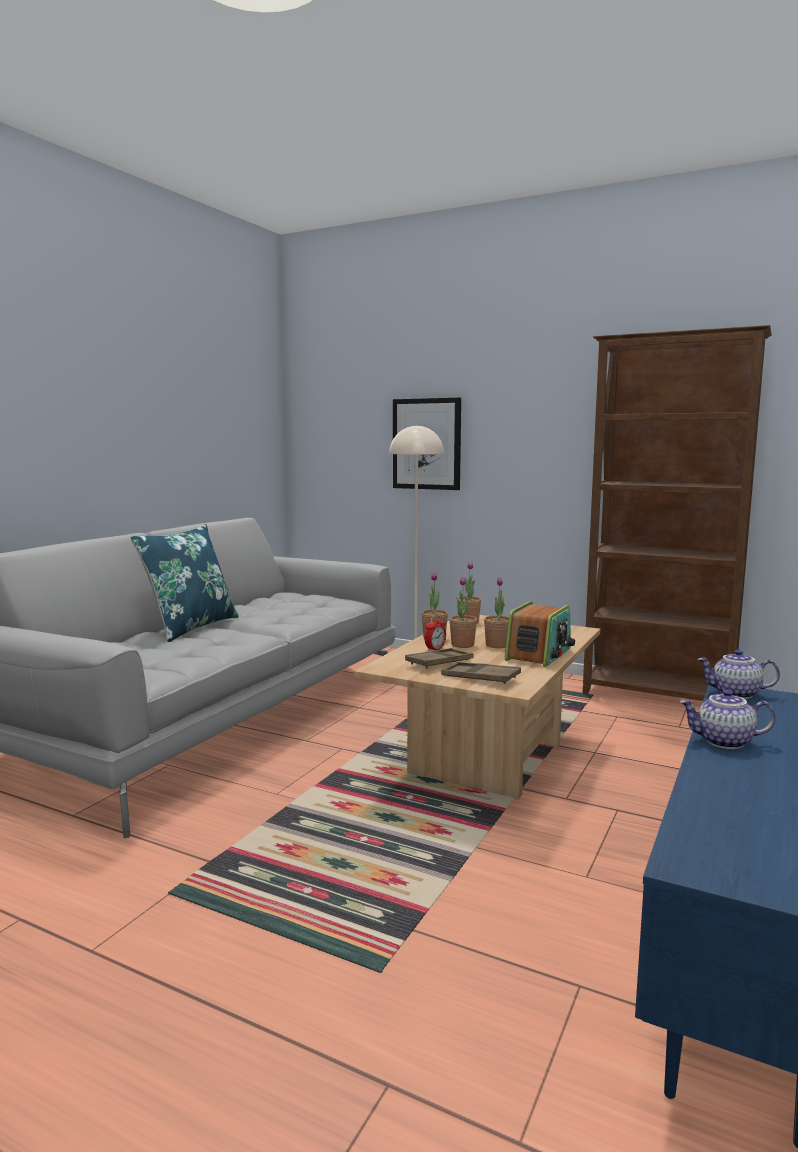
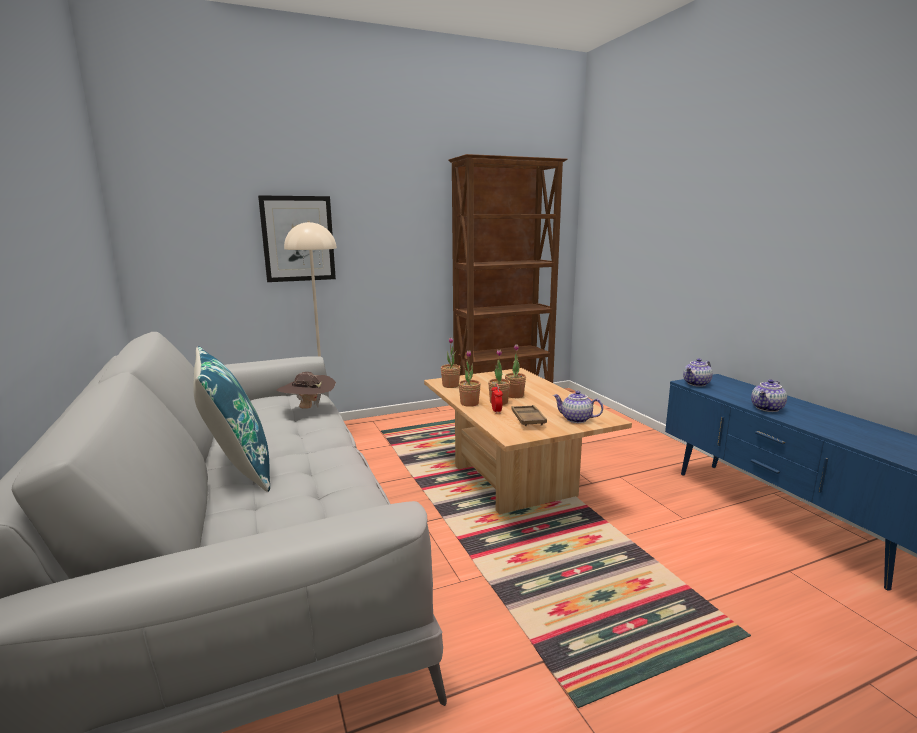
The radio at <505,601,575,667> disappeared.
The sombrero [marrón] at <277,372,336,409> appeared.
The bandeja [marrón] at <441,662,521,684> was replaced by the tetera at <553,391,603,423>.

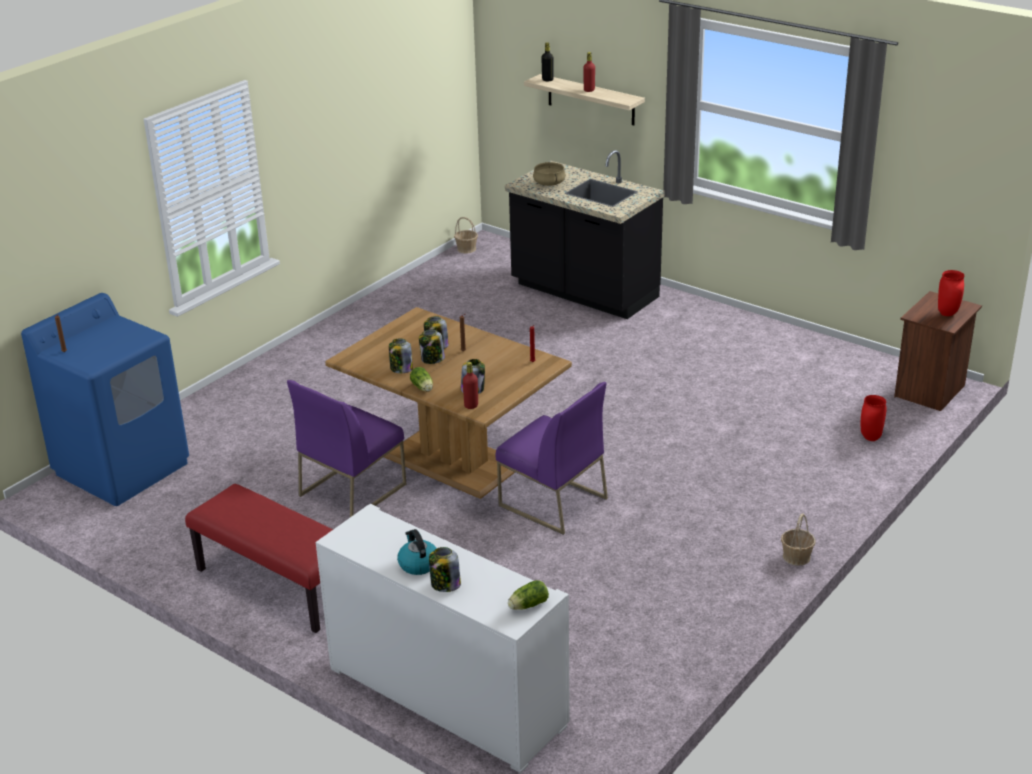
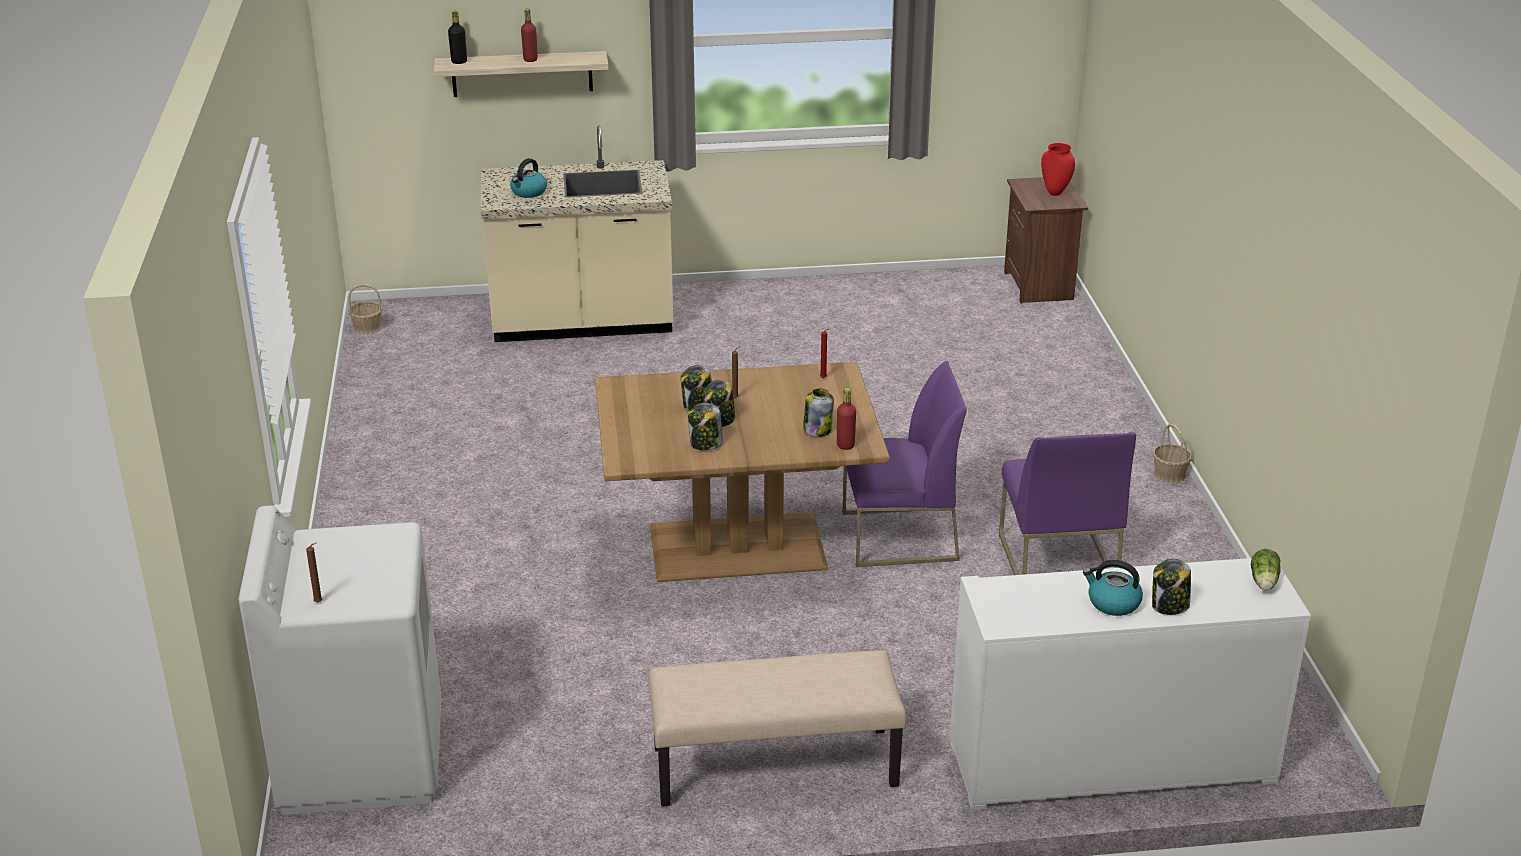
The lechuga at <410,367,433,392> disappeared.
The florero [rojo] at <861,395,887,441> disappeared.
The silla [morado] moved from <287,380,406,517> to <999,432,1136,575>.
The olla [beis] at <533,162,566,186> was replaced by the hervidor at <510,158,547,198>.
The lavadora [azul] at <21,293,189,506> became the lavadora [blanco] at <239,505,441,815>.
The banco [rojo] at <185,484,333,633> became the banco [beis] at <648,650,906,806>.
The mueble bajo de cocina [negro] at <505,150,665,319> became the mueble bajo de cocina [beis] at <481,126,674,342>.

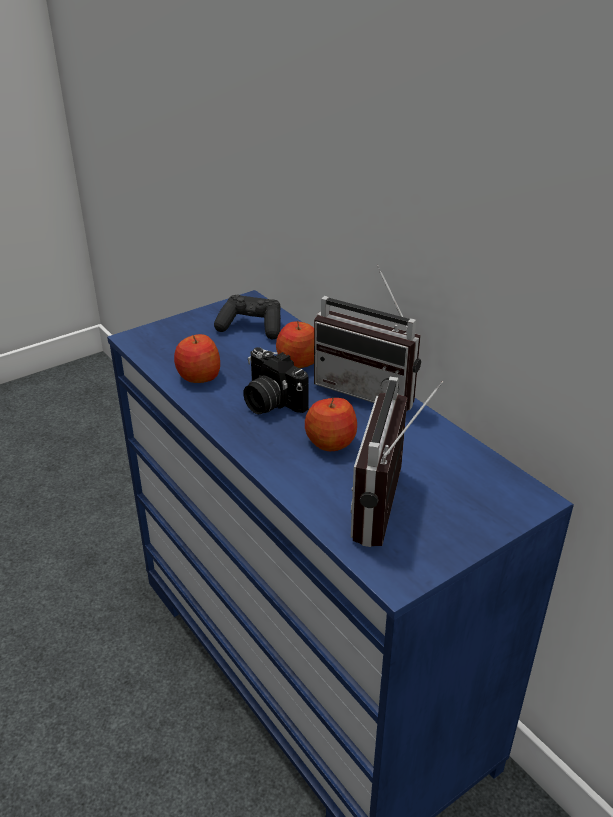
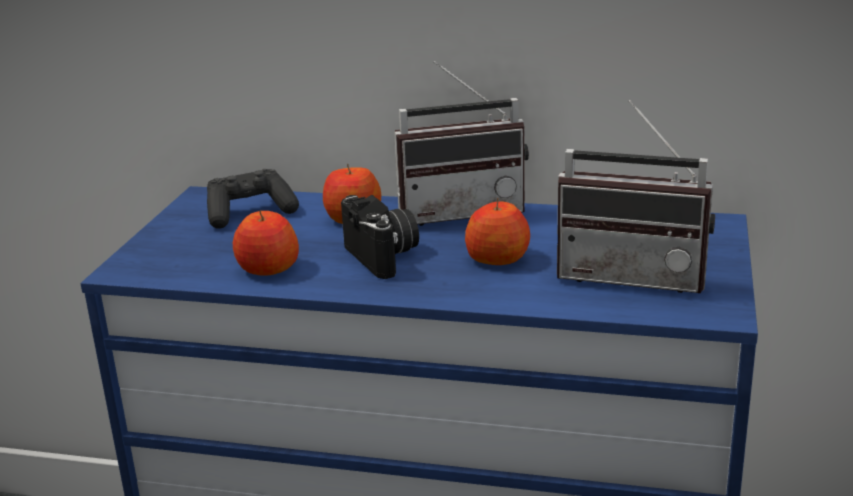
The cámara at <243,347,309,414> turned 120 degrees counterclockwise.
The radio at <351,377,443,547> turned 45 degrees counterclockwise.

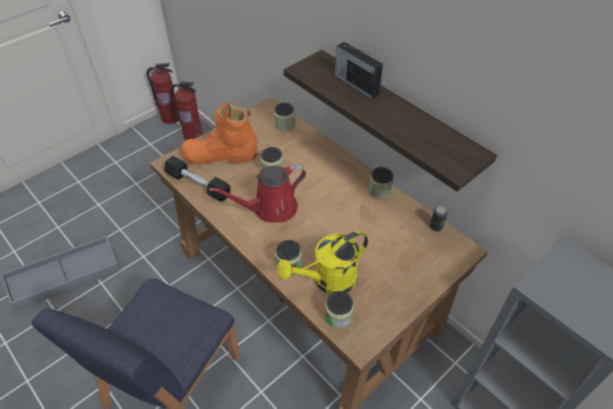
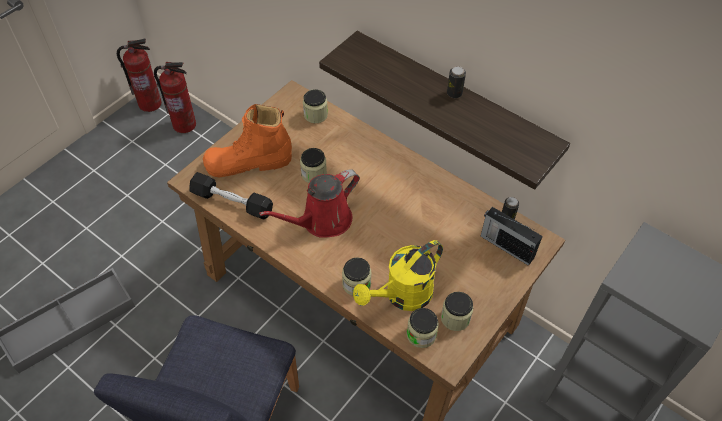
The lata at <447,66,466,98> appeared.
The radio moved from <335,42,383,99> to <481,207,543,266>.
The tarro moved from <368,167,394,199> to <441,292,473,331>.

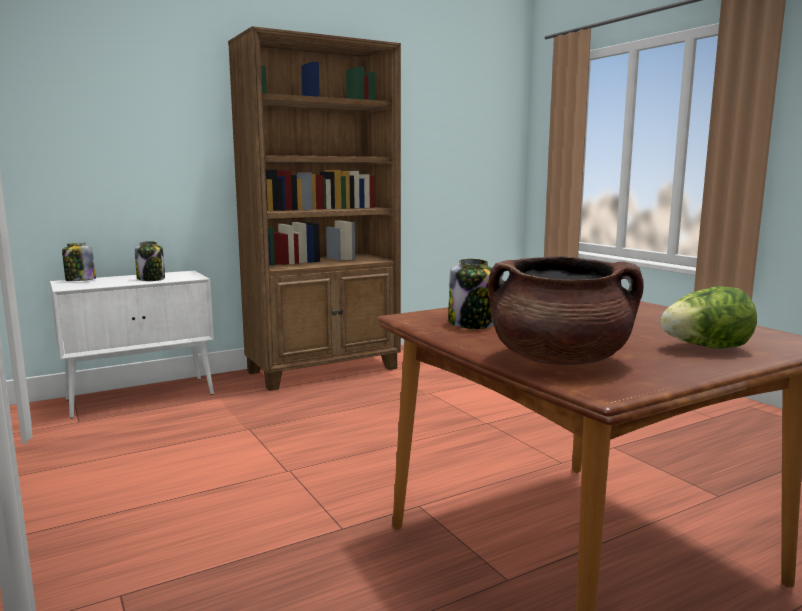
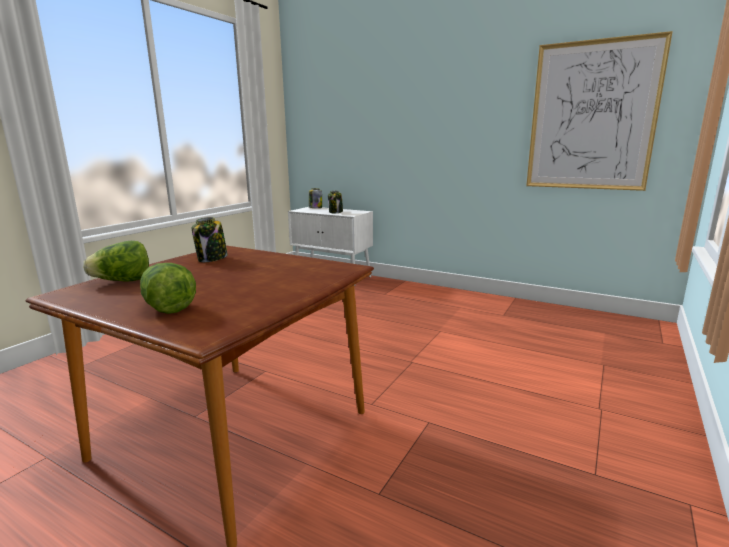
The estantería [marrón] at <228,26,401,391> disappeared.
The cuadro at <526,31,673,191> appeared.
The olla [marrón] at <488,256,644,365> was replaced by the lechuga at <83,241,149,282>.

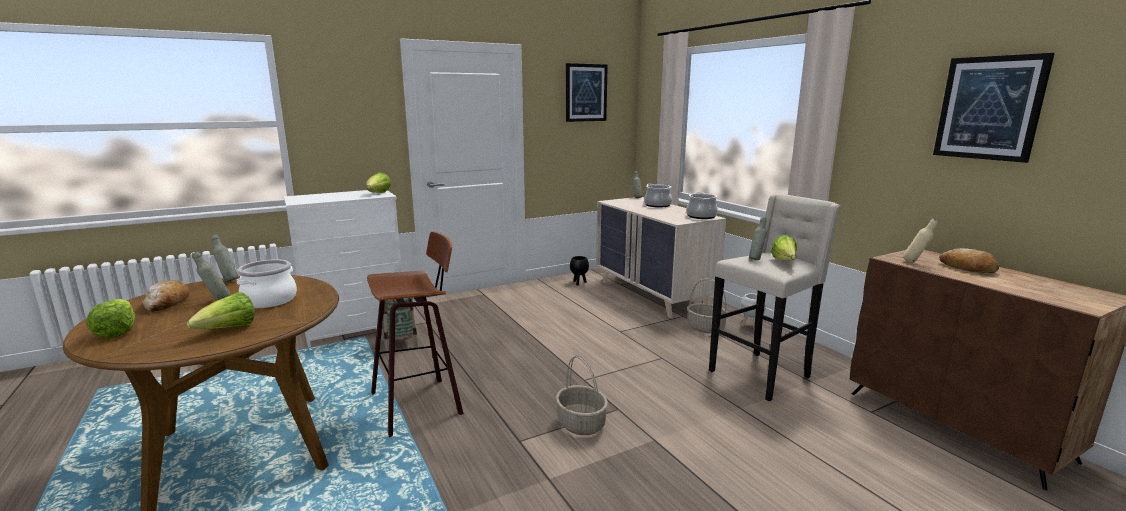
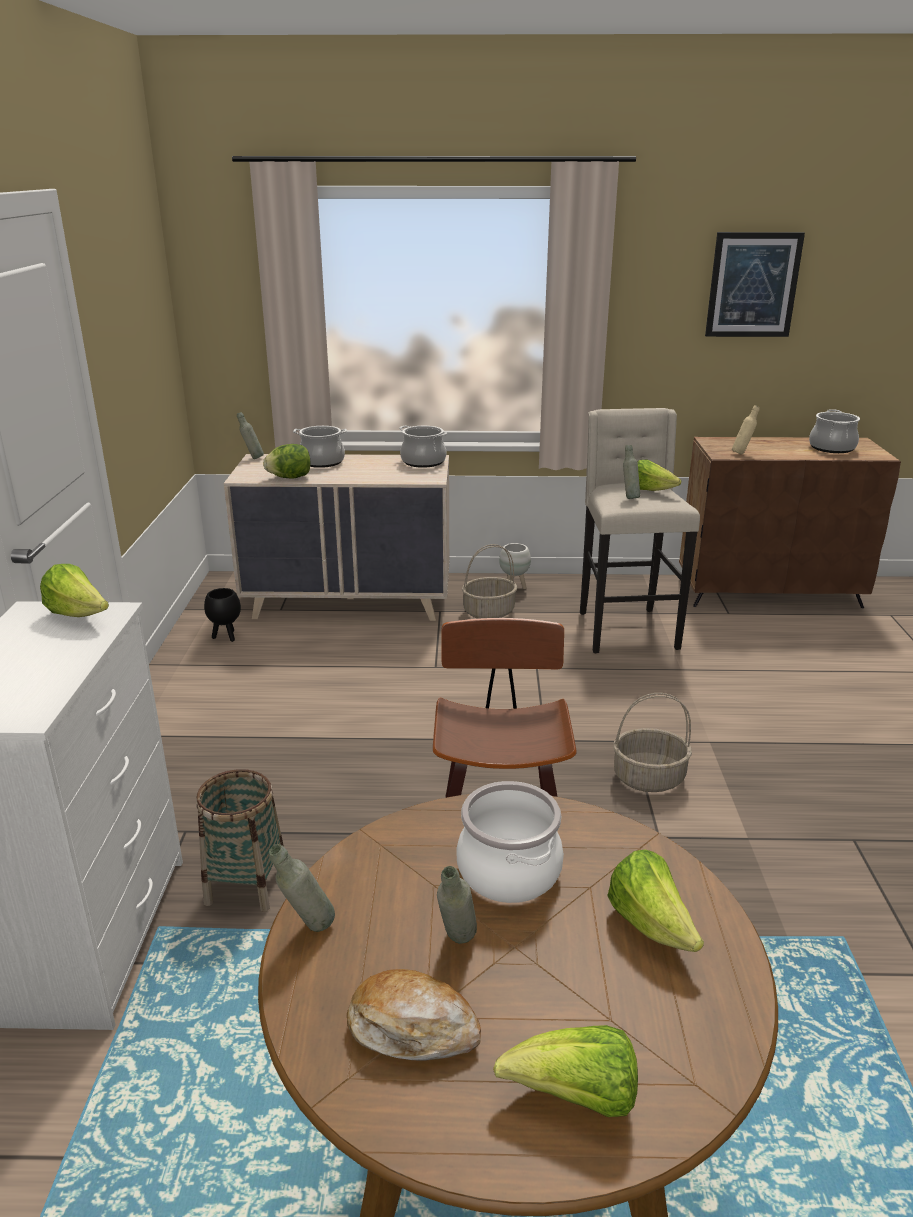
The cuadro at <566,63,608,122> disappeared.
The pan at <939,248,999,273> disappeared.
The lechuga at <263,444,311,479> appeared.
The olla at <809,409,860,453> appeared.

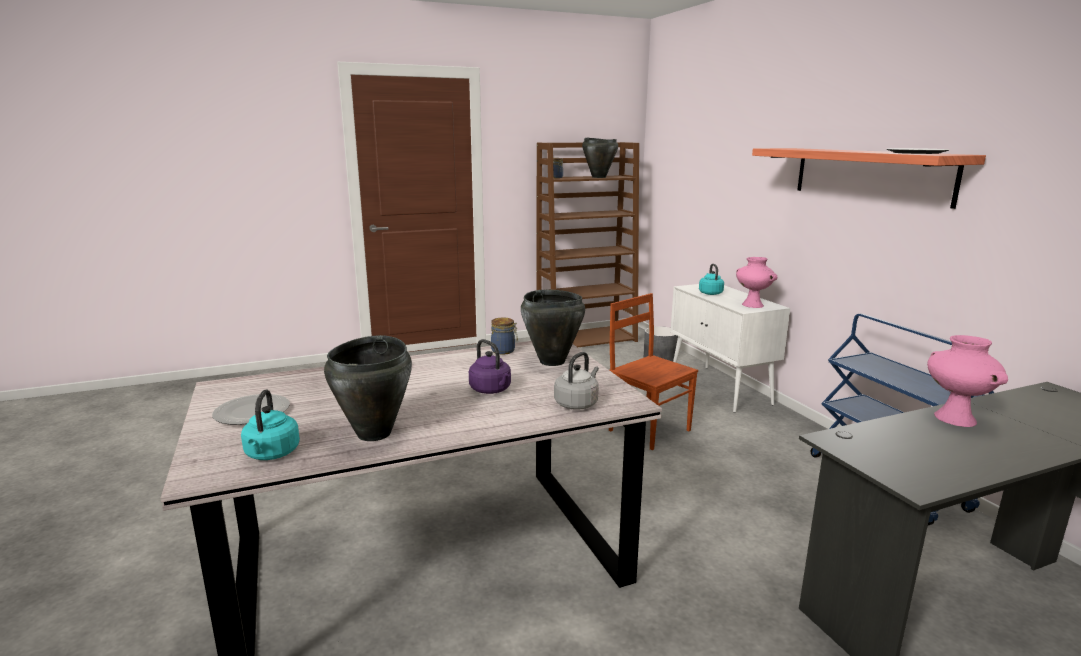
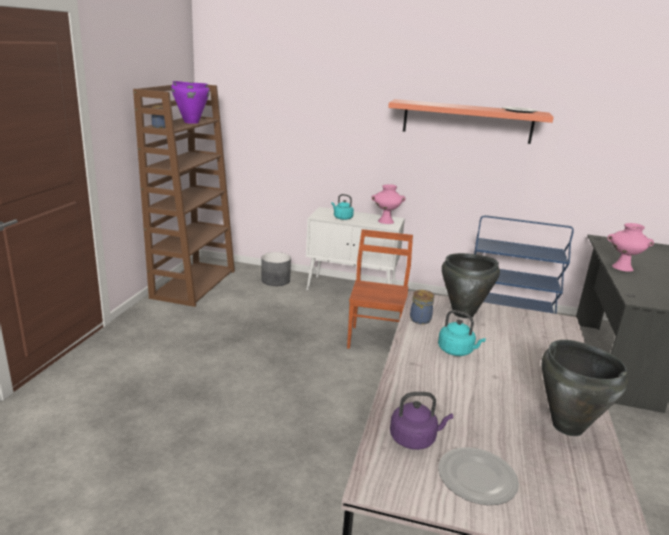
The hervidor [gris] at <554,352,599,410> disappeared.
The hervidor [turquesa] moved from <241,389,300,460> to <438,310,486,356>.
The hervidor [morado] moved from <469,339,511,394> to <390,392,453,450>.
The olla [negro] at <582,138,618,178> became the olla [morado] at <171,81,210,124>.
The silla [marrón] at <609,293,698,450> turned 105 degrees clockwise.

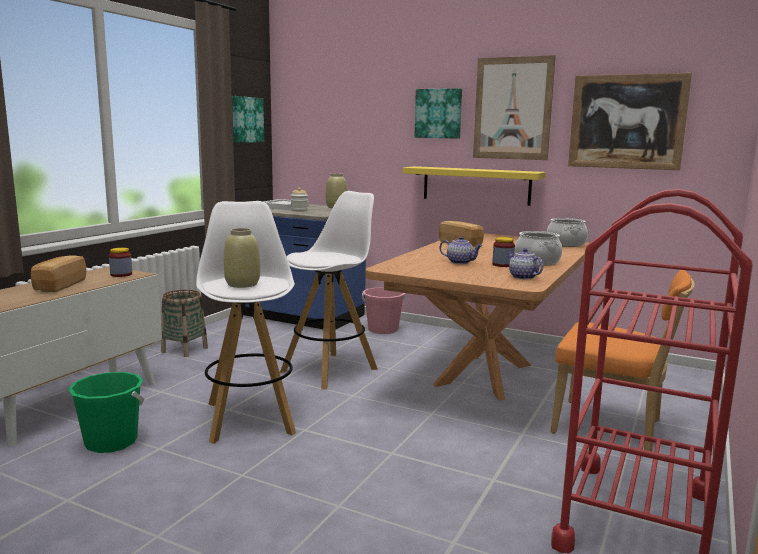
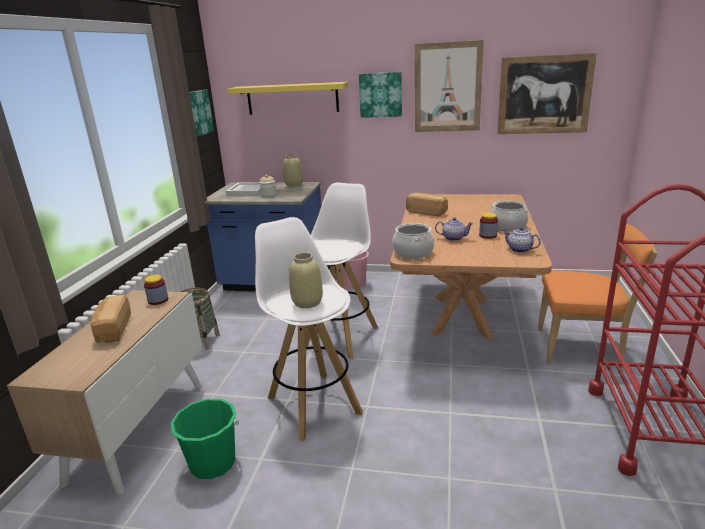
The estante [amarillo] moved from <402,166,546,206> to <227,82,348,115>.
The olla moved from <547,218,588,247> to <392,223,434,259>.

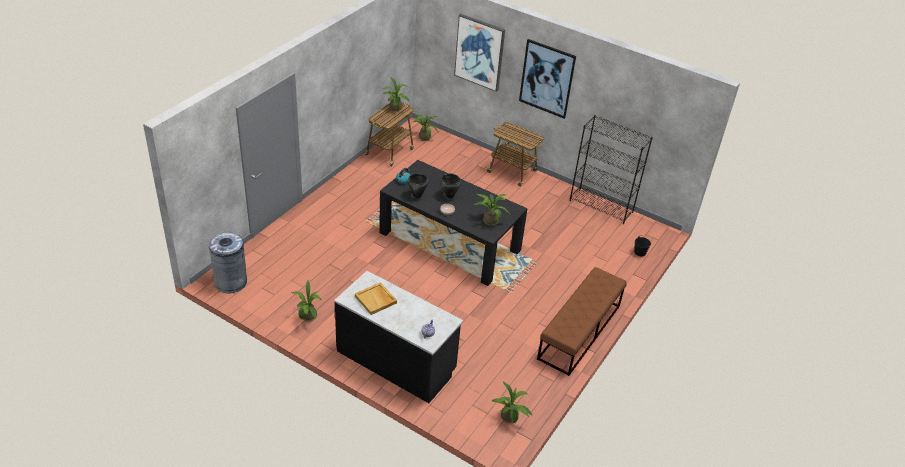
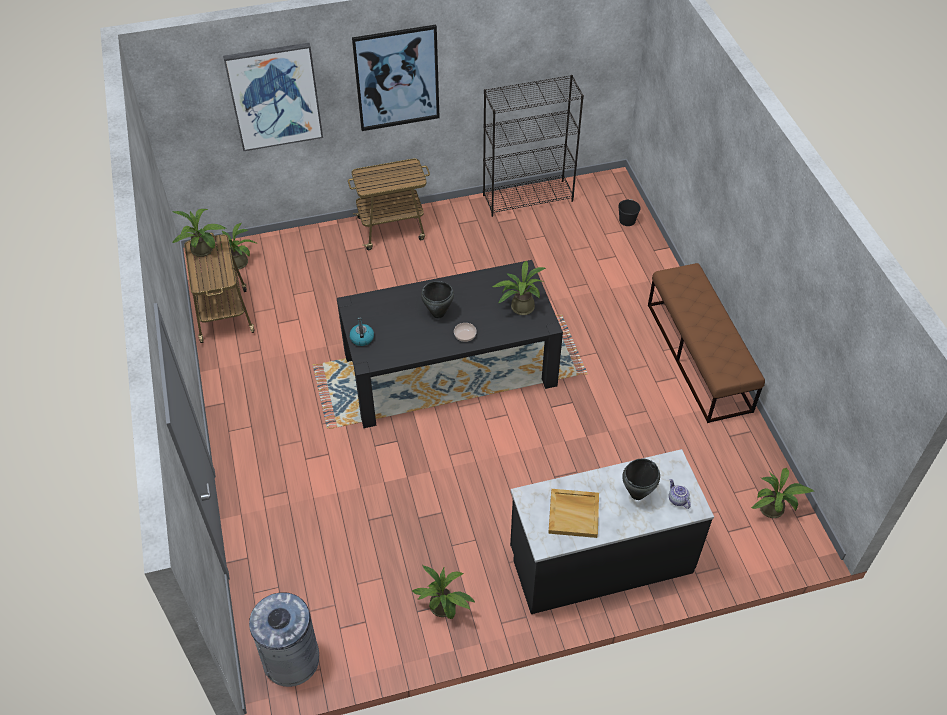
The olla [negro] moved from <407,173,429,198> to <622,459,660,500>.

